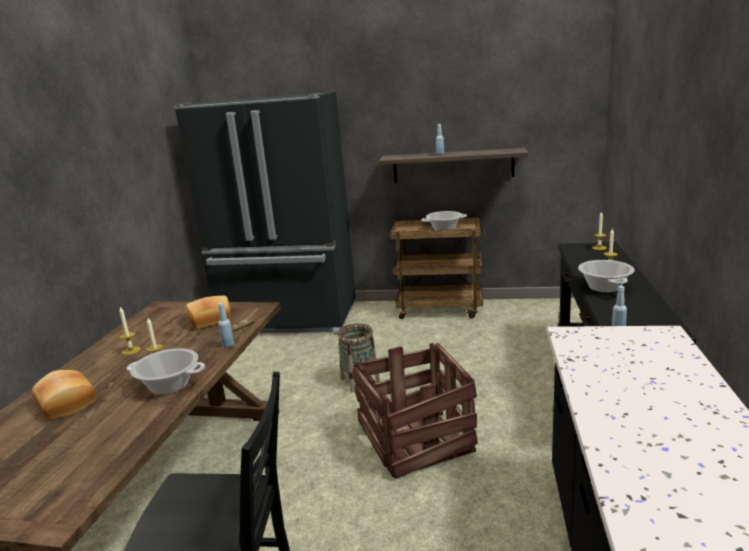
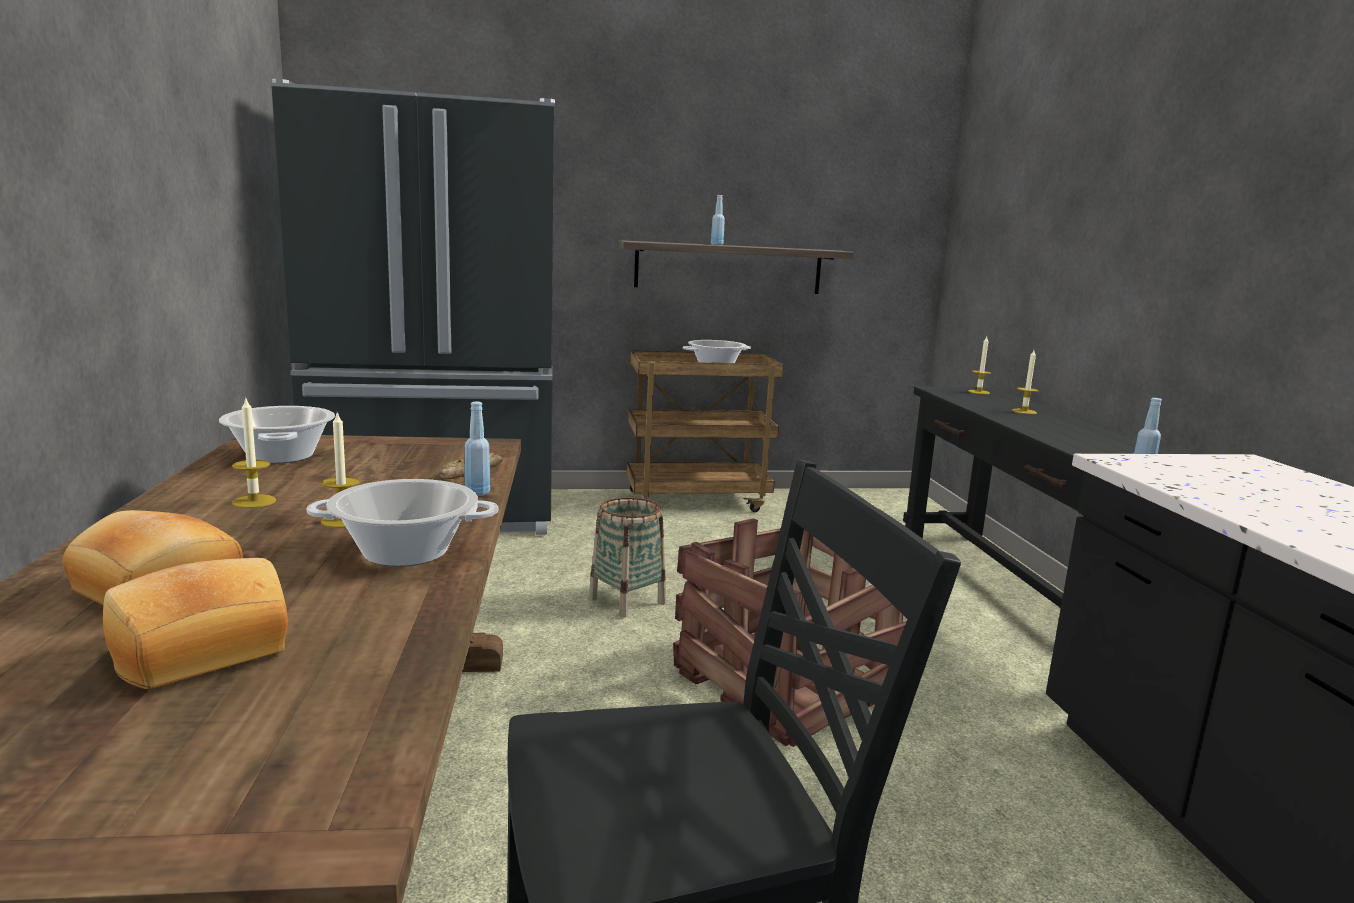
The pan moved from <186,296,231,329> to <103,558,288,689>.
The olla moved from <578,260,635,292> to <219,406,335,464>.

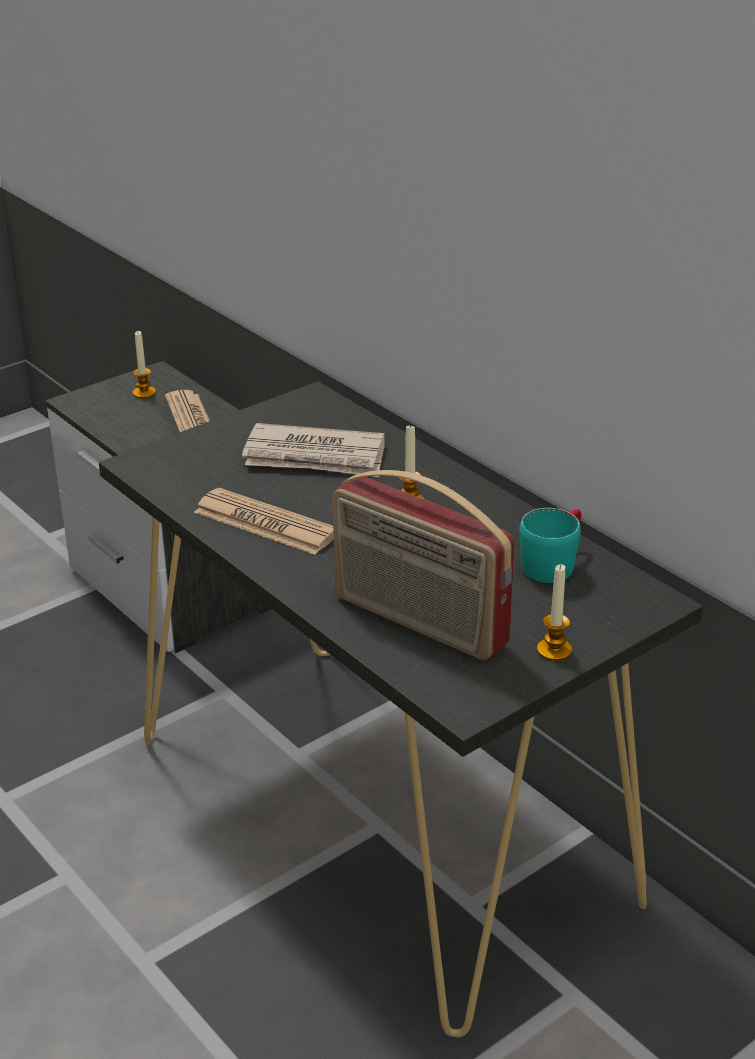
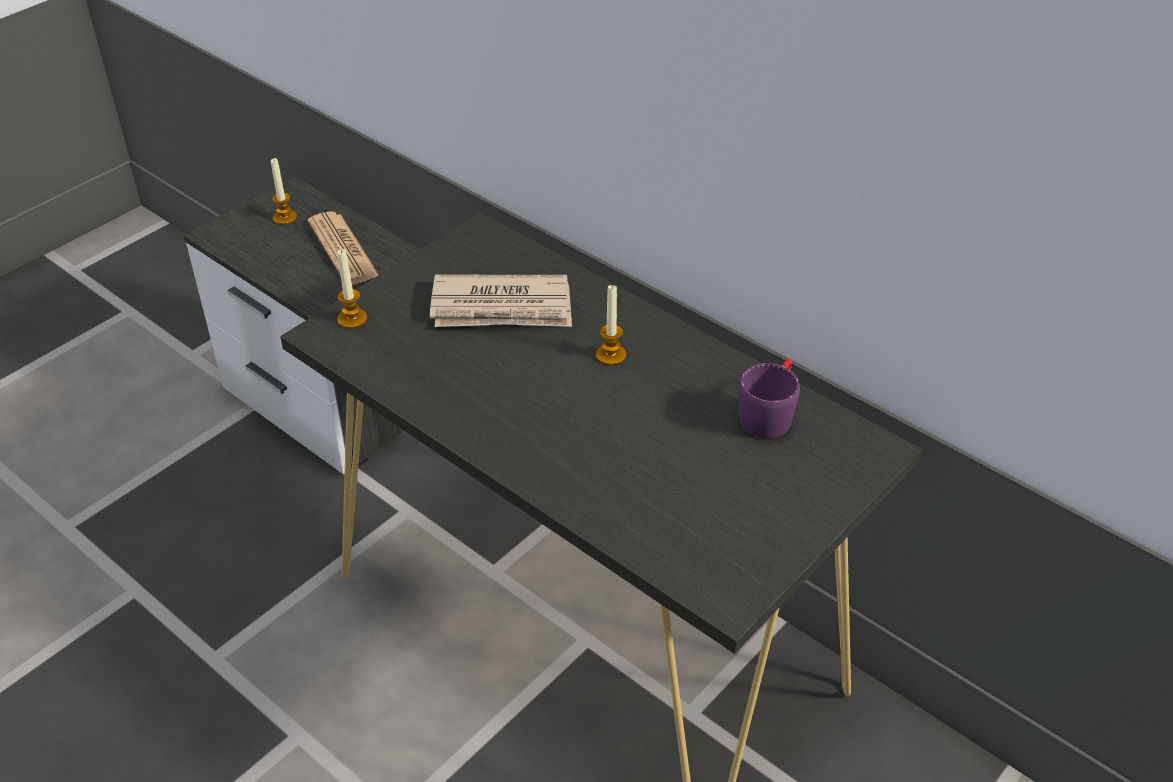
The periódico at <194,488,334,555> disappeared.
The radio at <333,470,515,660> disappeared.
The vela moved from <537,564,572,661> to <337,249,367,329>.
The taza grande [turquesa] at <519,508,582,583> became the taza grande [morado] at <739,359,800,439>.

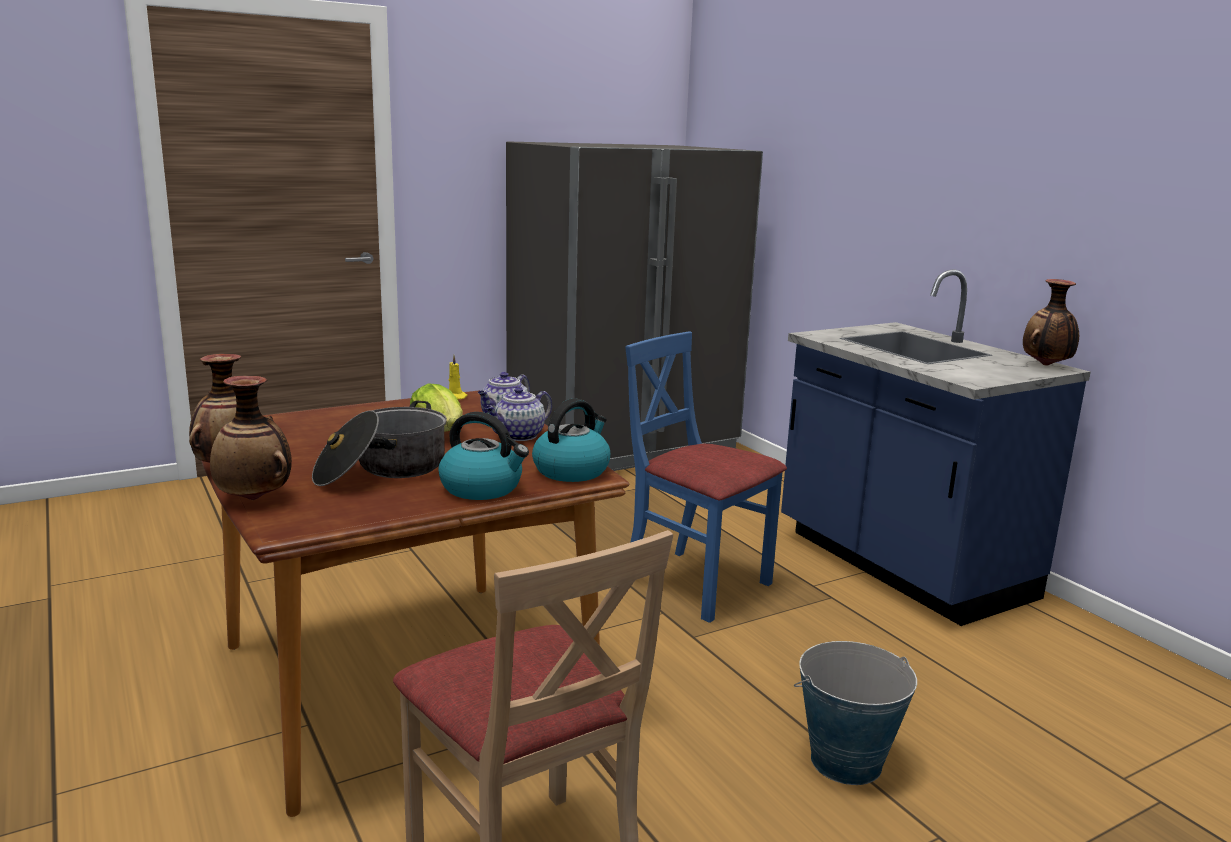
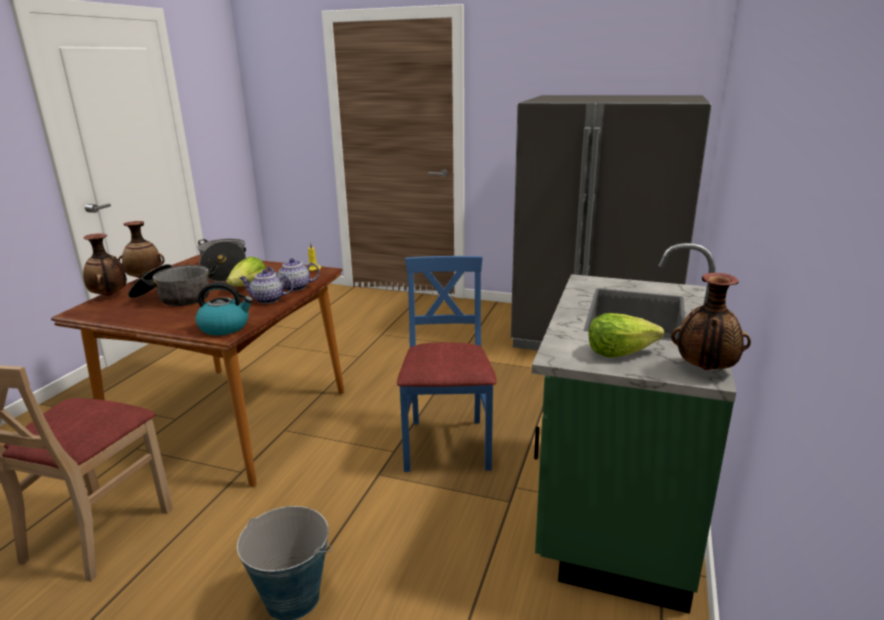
The hervidor at <438,412,529,500> disappeared.
The olla at <197,239,246,282> appeared.
The lechuga at <589,313,664,357> appeared.
The mueble bajo de cocina [azul] at <781,269,1091,626> became the mueble bajo de cocina [verde] at <532,243,736,614>.

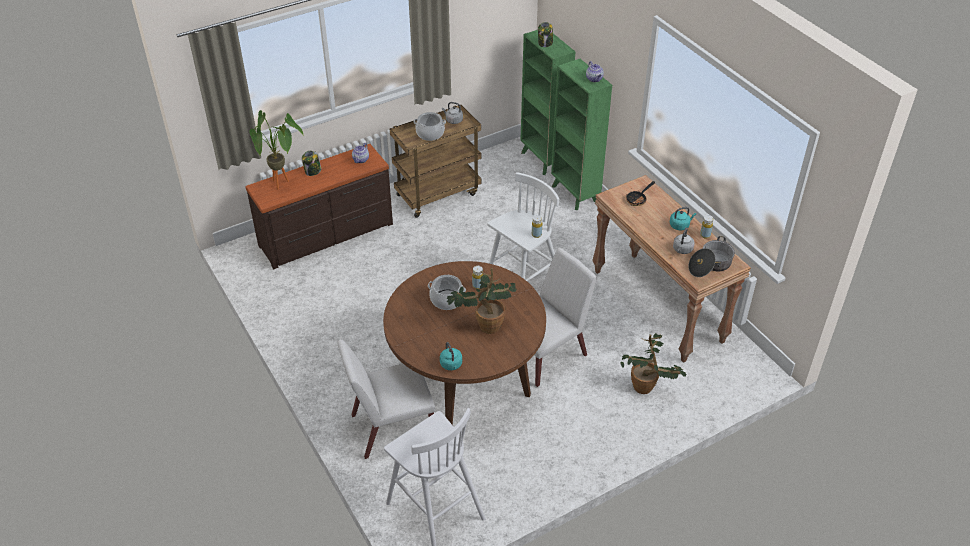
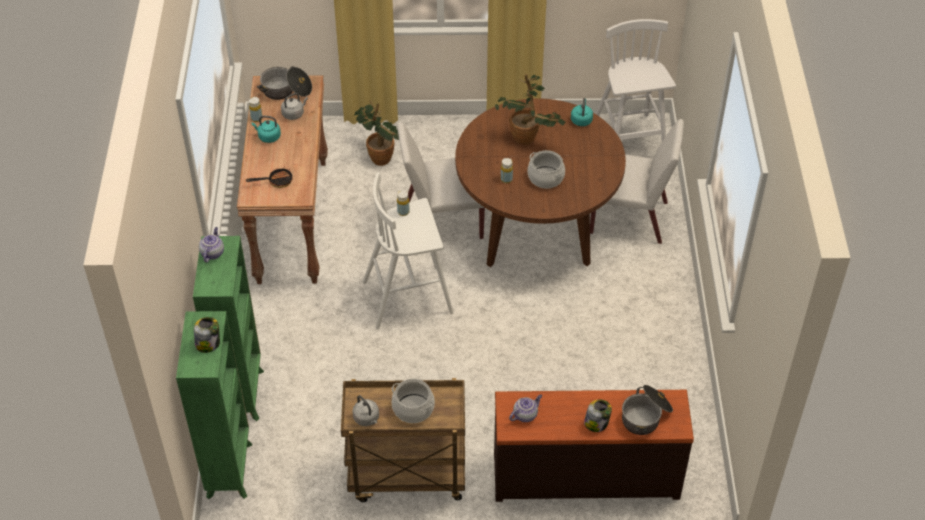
The planta en maceta at <249,110,304,189> was replaced by the olla at <622,385,673,435>.

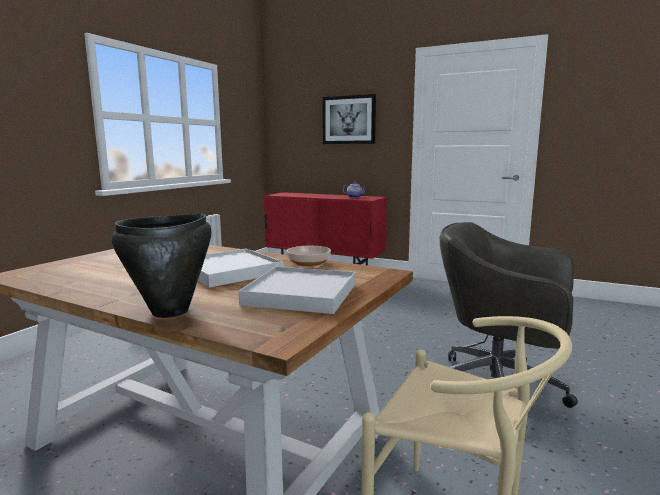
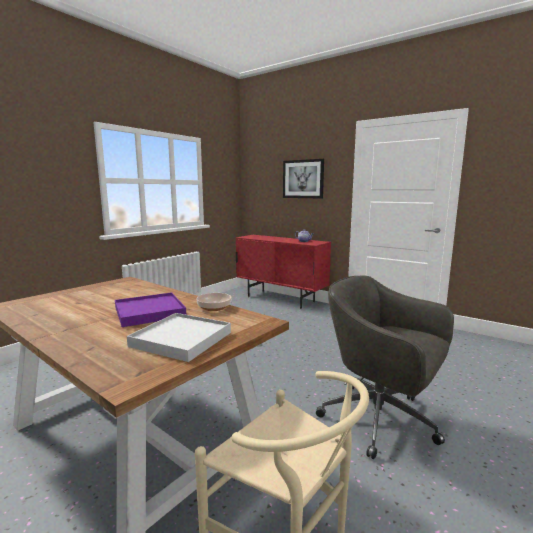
The olla [negro] at <112,214,212,318> disappeared.
The bandeja [blanco] at <198,249,283,288> became the bandeja [morado] at <115,292,186,327>.

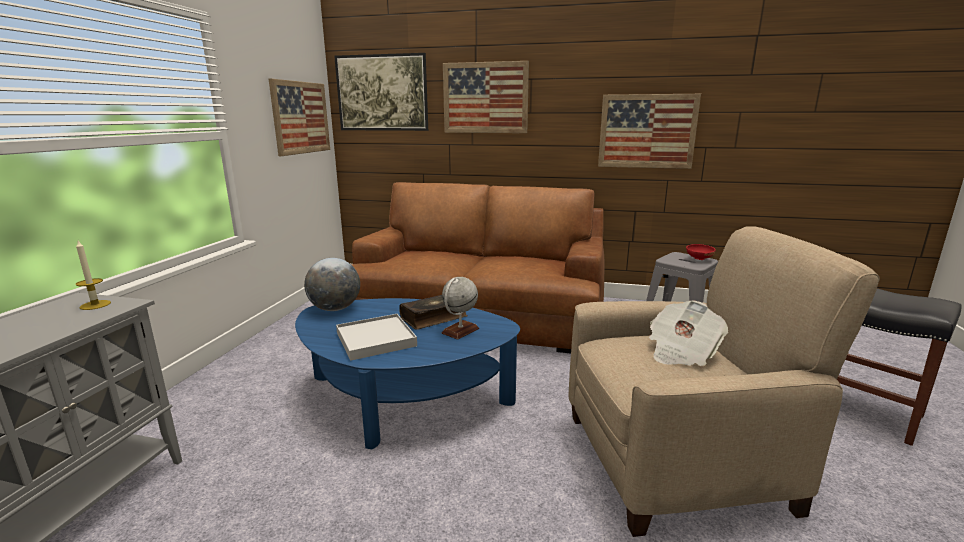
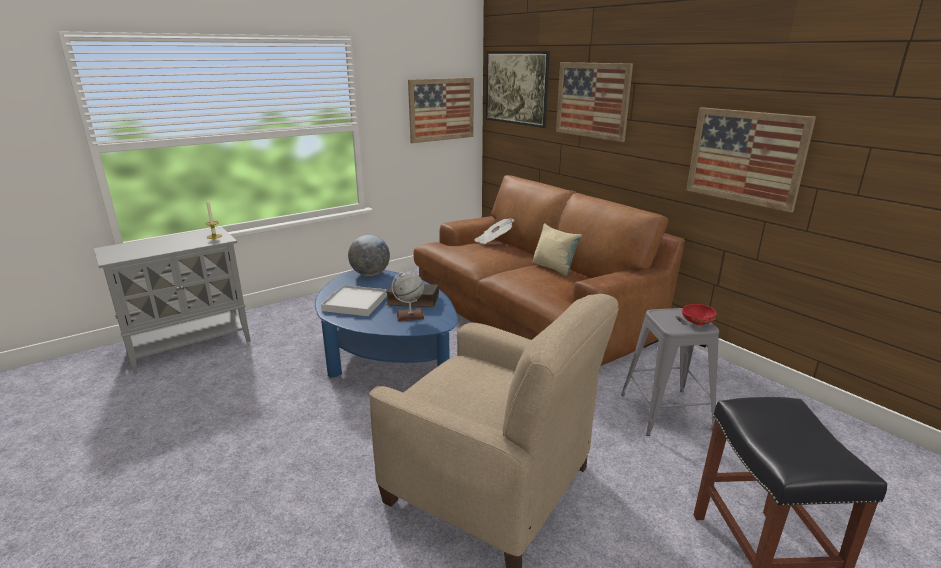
The cojín [beis] at <533,223,582,276> appeared.
The periódico moved from <649,300,728,366> to <474,219,514,244>.

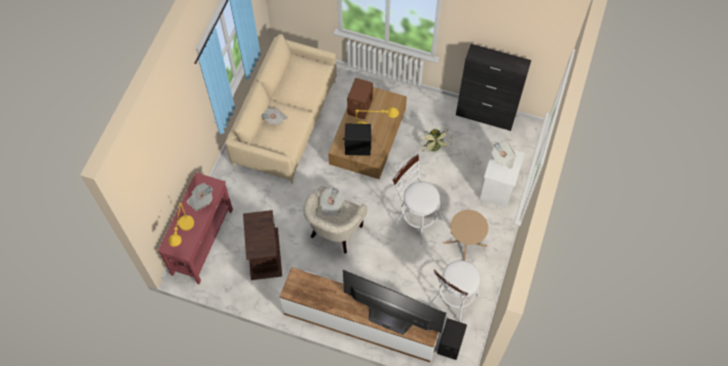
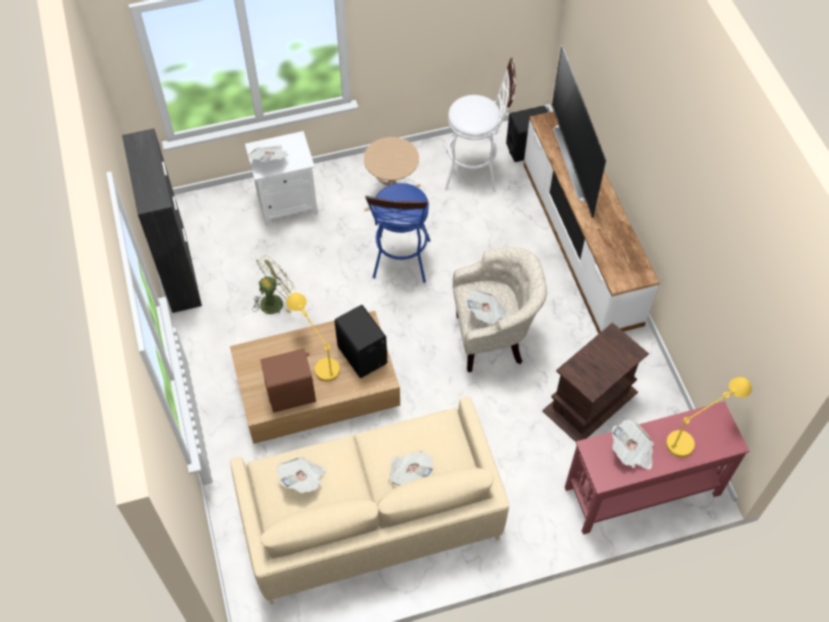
The periódico at <276,457,326,493> appeared.
The taburete [blanco] at <393,154,443,245> became the taburete [azul] at <365,183,431,283>.

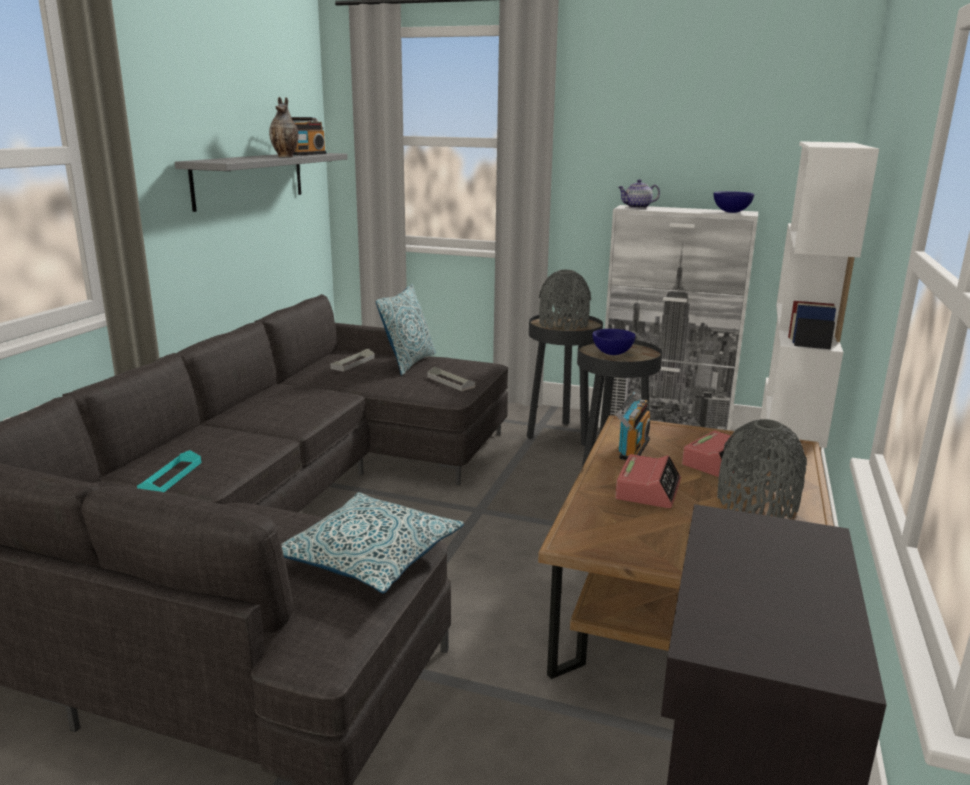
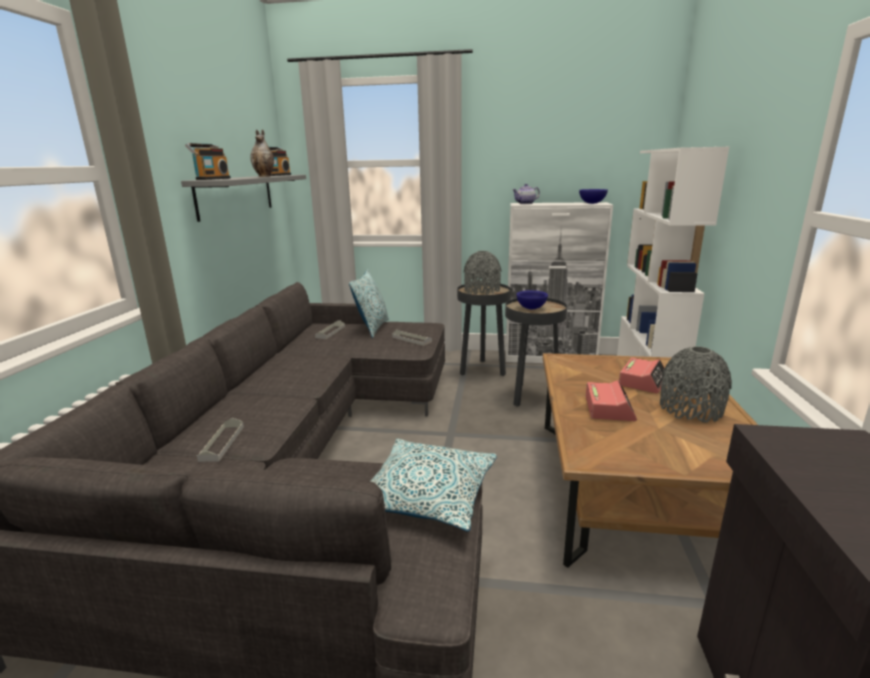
The radio moved from <616,392,650,460> to <185,143,231,180>.
The bandeja [turquesa] at <137,450,201,492> became the bandeja [gris] at <197,418,244,462>.

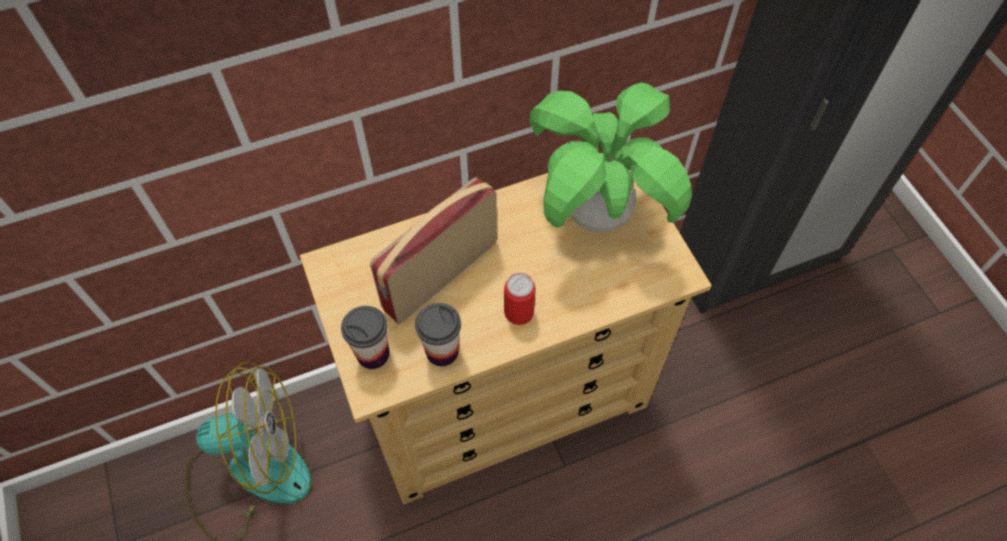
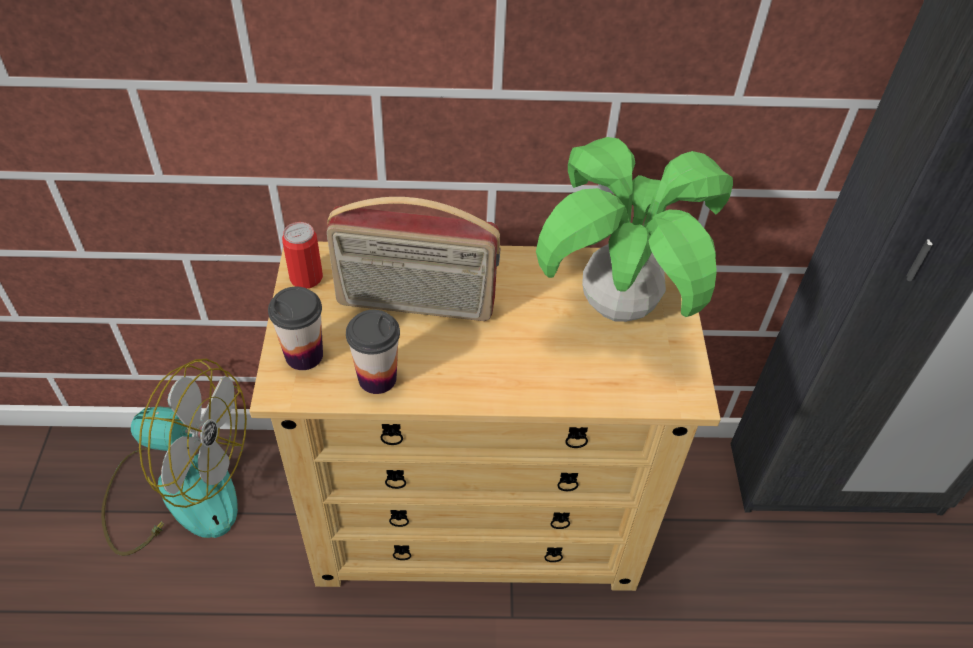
The lata moved from <504,273,536,325> to <282,222,323,288>.
The radio at <370,177,497,324> turned 150 degrees counterclockwise.

